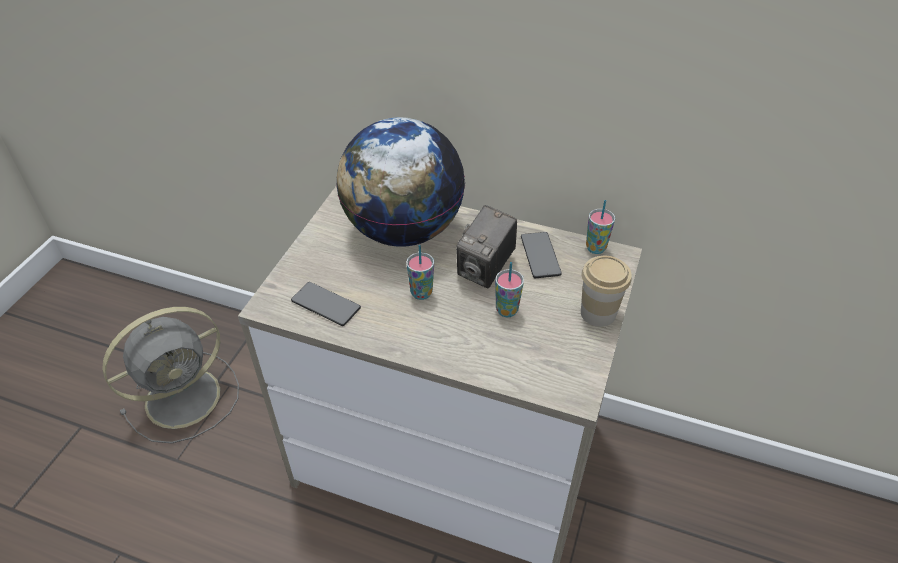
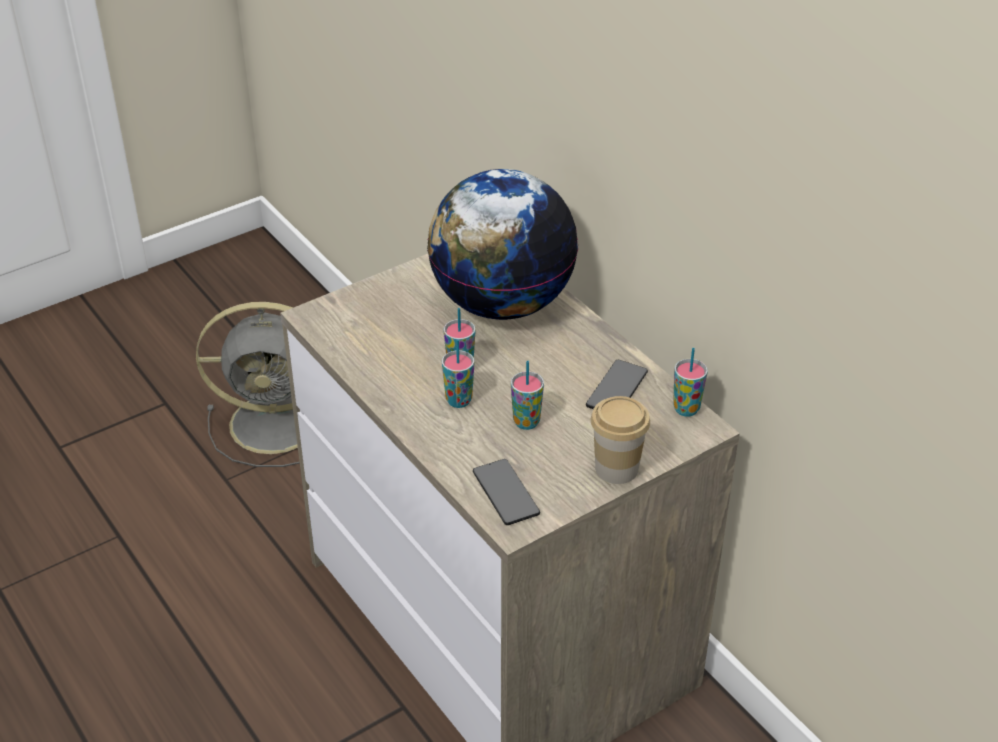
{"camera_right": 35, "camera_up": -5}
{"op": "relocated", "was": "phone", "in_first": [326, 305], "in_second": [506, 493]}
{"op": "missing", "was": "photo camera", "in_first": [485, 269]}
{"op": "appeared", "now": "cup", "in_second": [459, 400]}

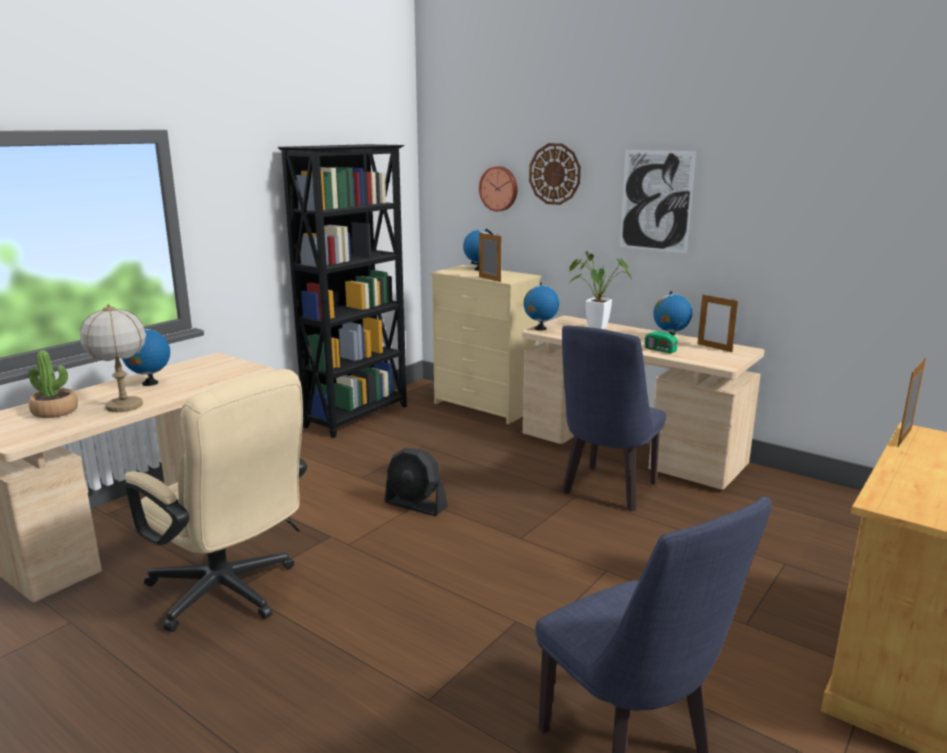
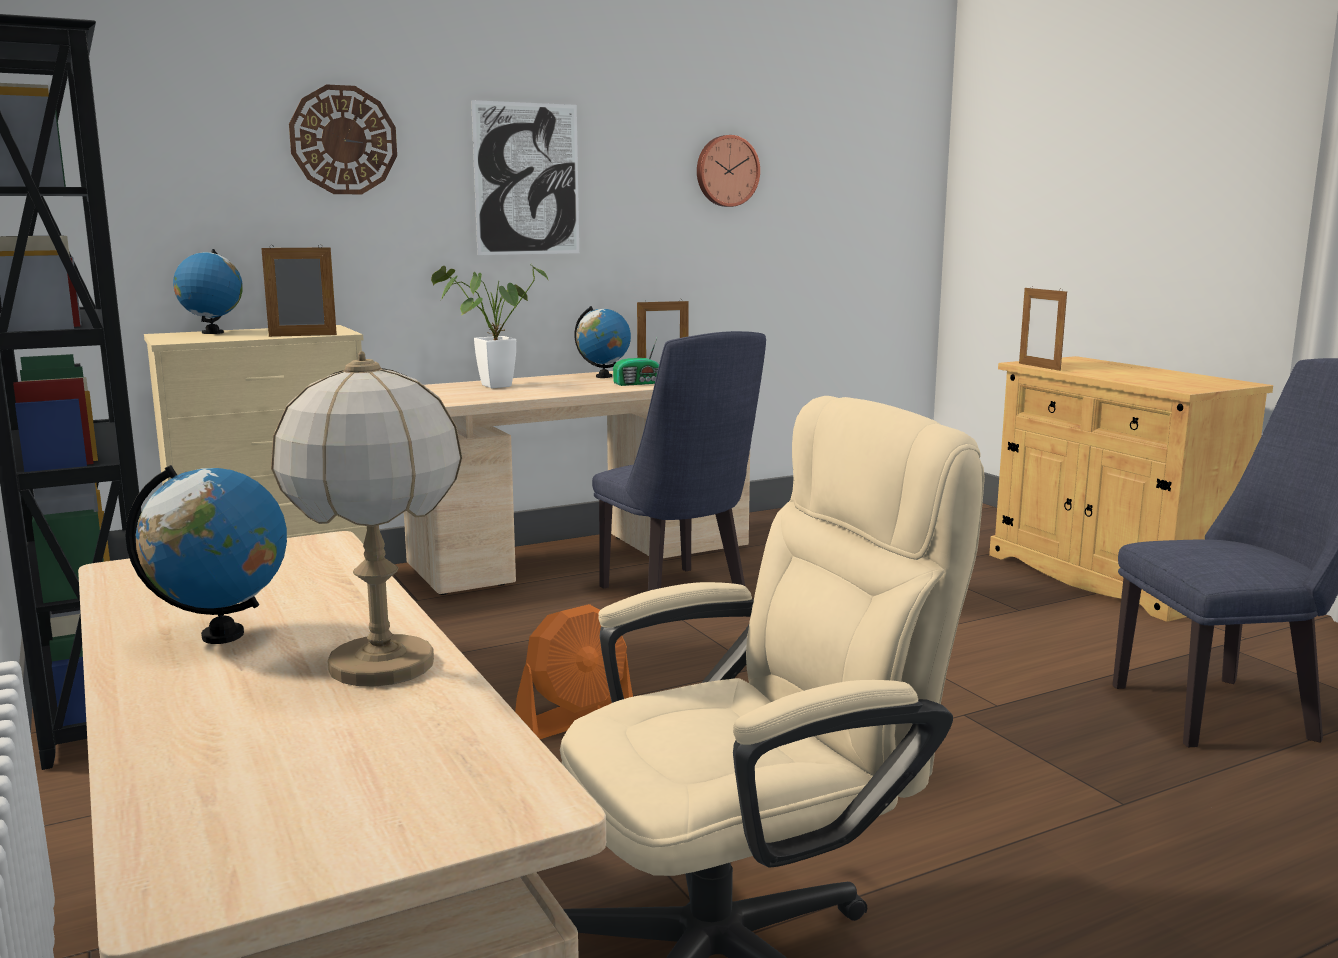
{"camera_right": -65, "camera_up": -5}
{"op": "missing", "was": "potted plant", "in_first": [55, 411]}
{"op": "colour", "was": "fan (black)", "now": "fan (orange)", "in_first": [415, 505], "in_second": [576, 718]}
{"op": "relocated", "was": "wall clock", "in_first": [499, 188], "in_second": [726, 171]}
{"op": "missing", "was": "globe", "in_first": [540, 329]}

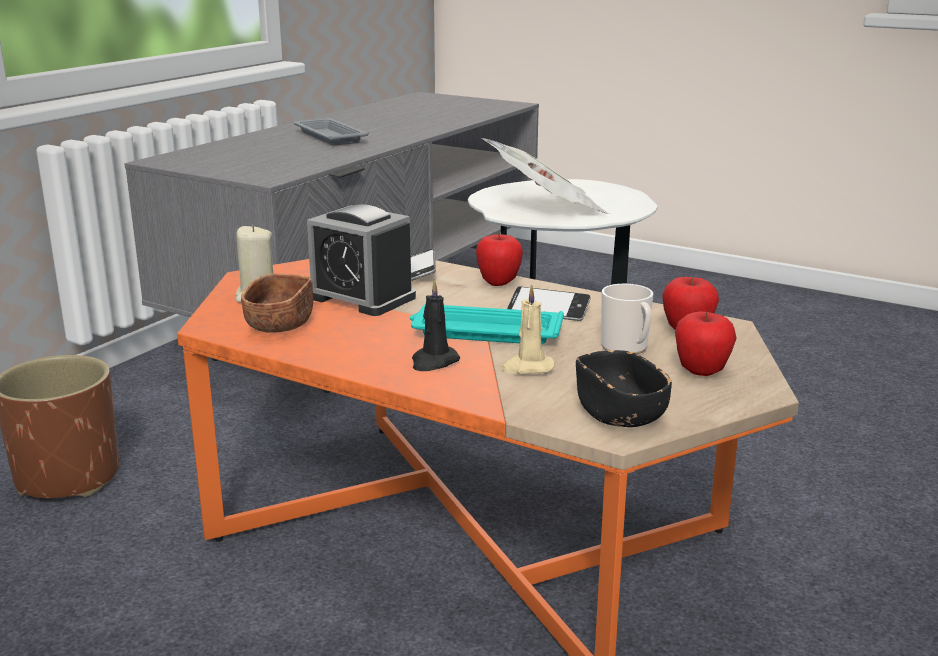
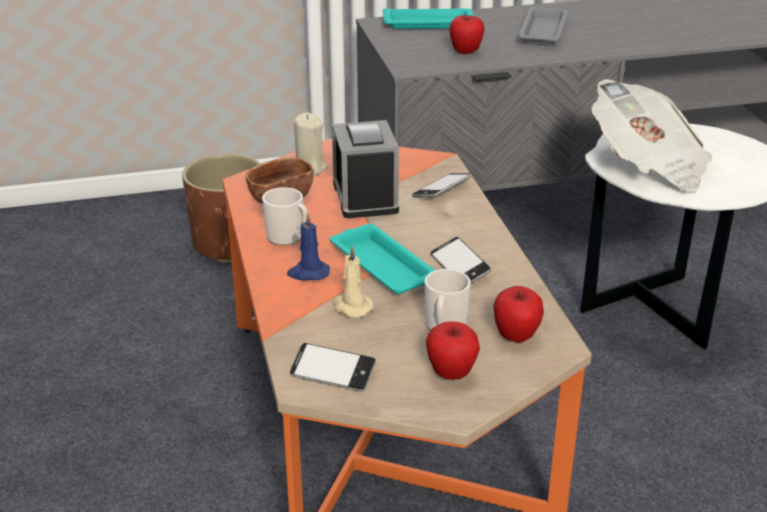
{"camera_right": 45, "camera_up": 10}
{"op": "colour", "was": "candle (black)", "now": "candle (blue)", "in_first": [434, 362], "in_second": [308, 273]}
{"op": "relocated", "was": "apple", "in_first": [499, 283], "in_second": [465, 52]}
{"op": "exchanged", "was": "bowl (black)", "now": "phone", "in_first": [620, 414], "in_second": [332, 373]}
{"op": "appeared", "now": "mug", "in_second": [288, 238]}
{"op": "appeared", "now": "tray (turquoise)", "in_second": [430, 24]}

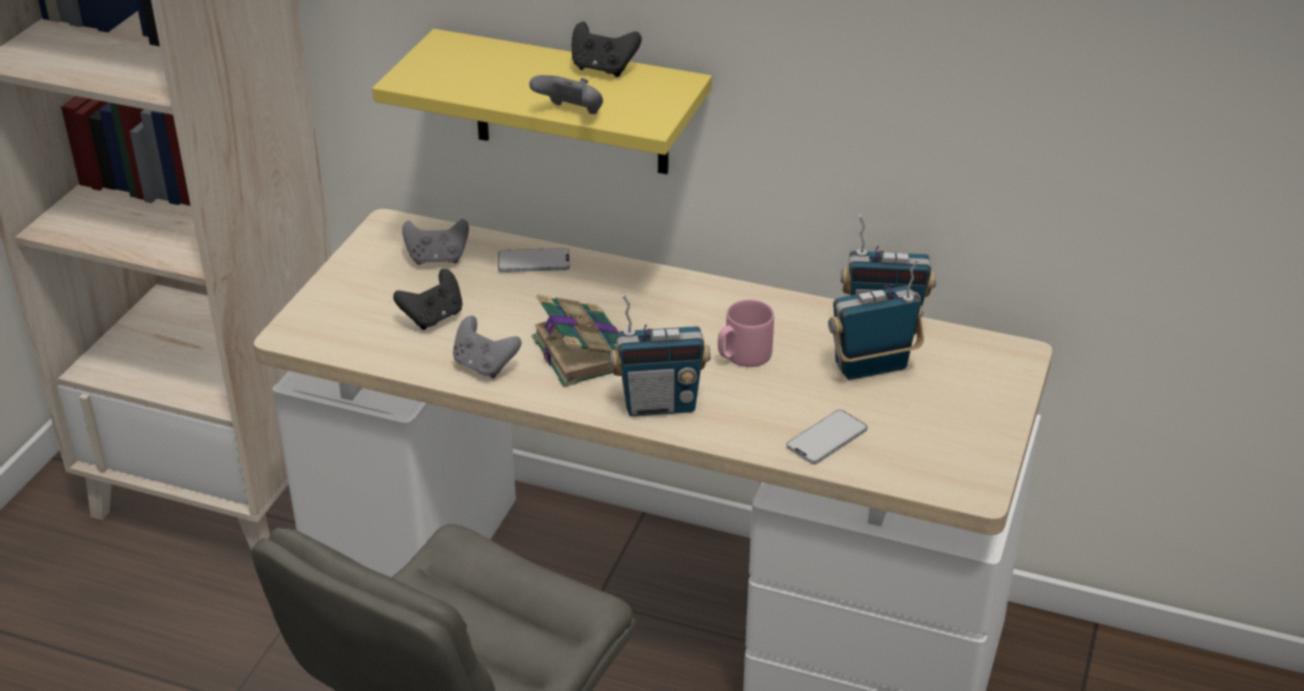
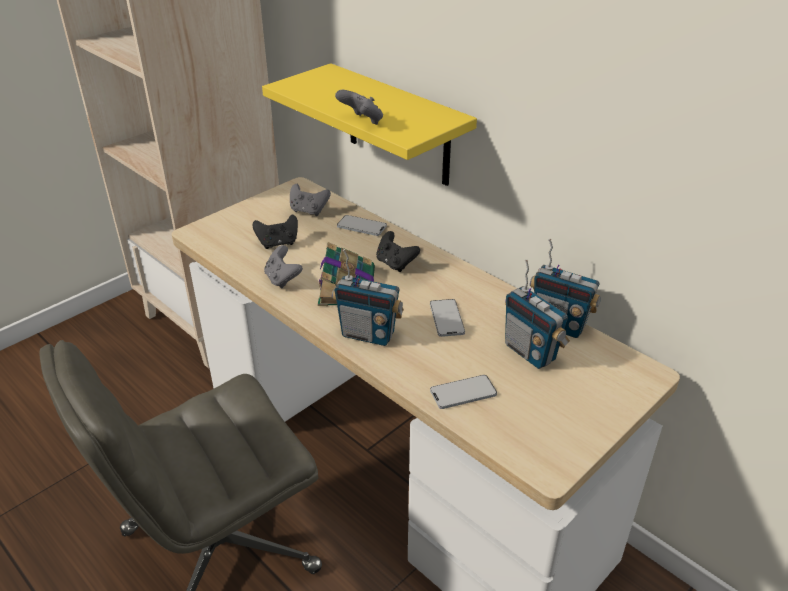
{"camera_right": 25, "camera_up": 0}
{"op": "relocated", "was": "game controller (black)", "in_first": [603, 69], "in_second": [395, 264]}
{"op": "exchanged", "was": "mug (pink)", "now": "phone", "in_first": [743, 356], "in_second": [446, 318]}
{"op": "spun", "was": "radio", "in_first": [871, 368], "in_second": [530, 352], "clockwise": -135}

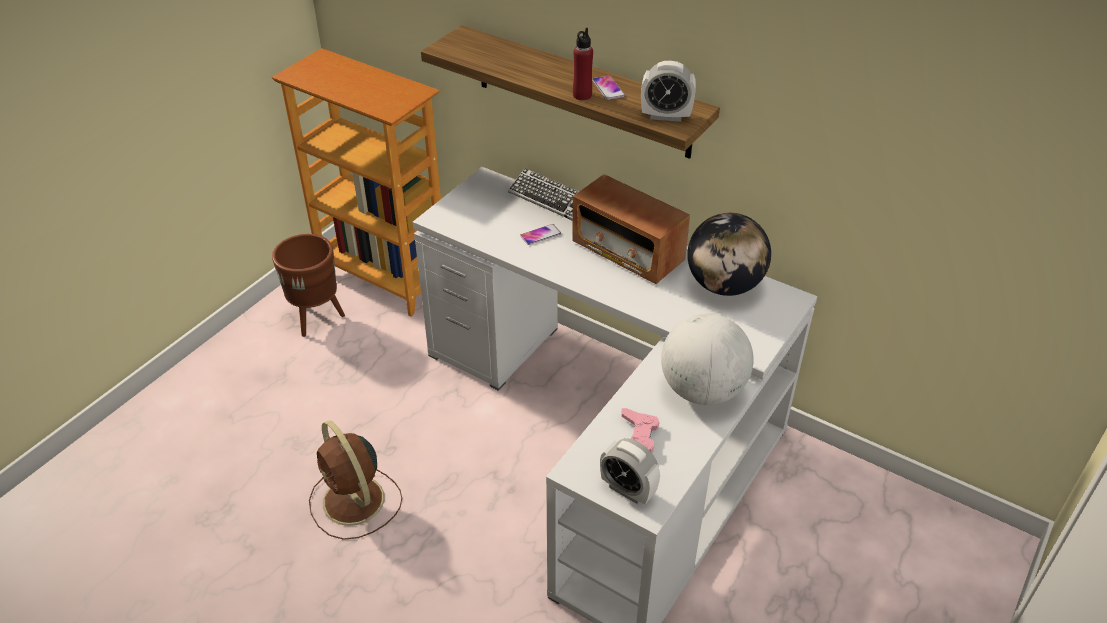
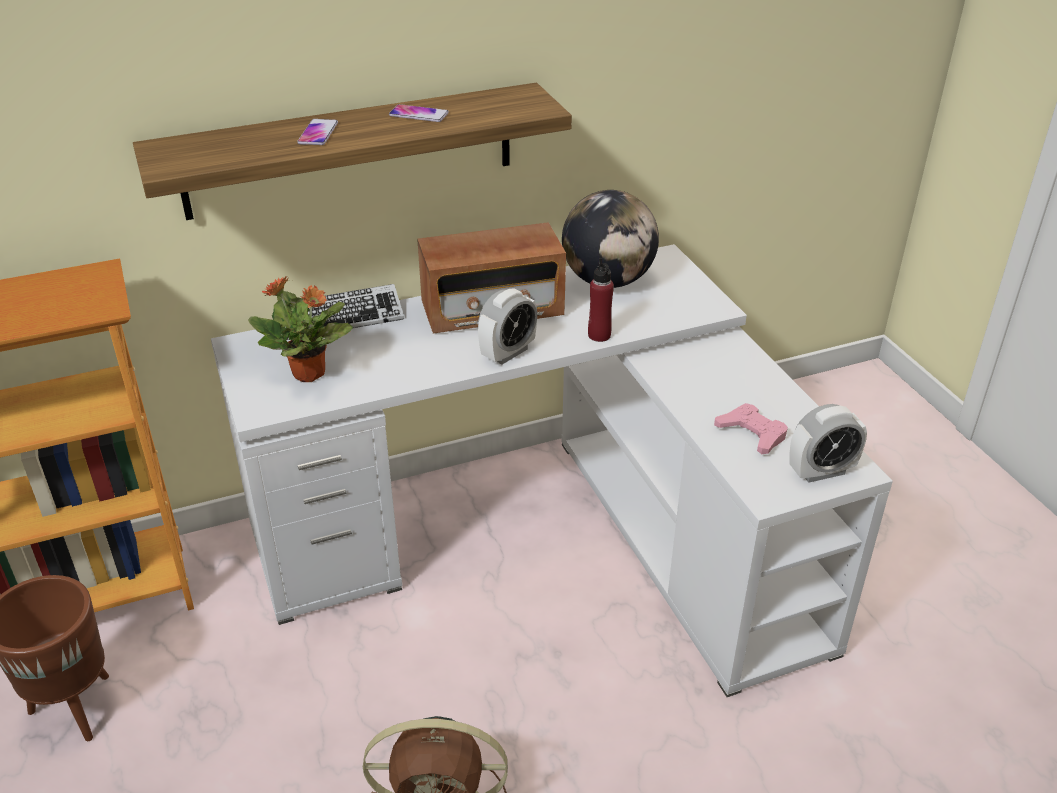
{"camera_right": -55, "camera_up": -5}
{"op": "relocated", "was": "phone", "in_first": [540, 235], "in_second": [318, 133]}
{"op": "relocated", "was": "bottle (red)", "in_first": [582, 95], "in_second": [599, 335]}
{"op": "relocated", "was": "alarm clock", "in_first": [666, 116], "in_second": [508, 353]}
{"op": "missing", "was": "globe", "in_first": [702, 390]}
{"op": "appeared", "now": "potted plant", "in_second": [310, 374]}

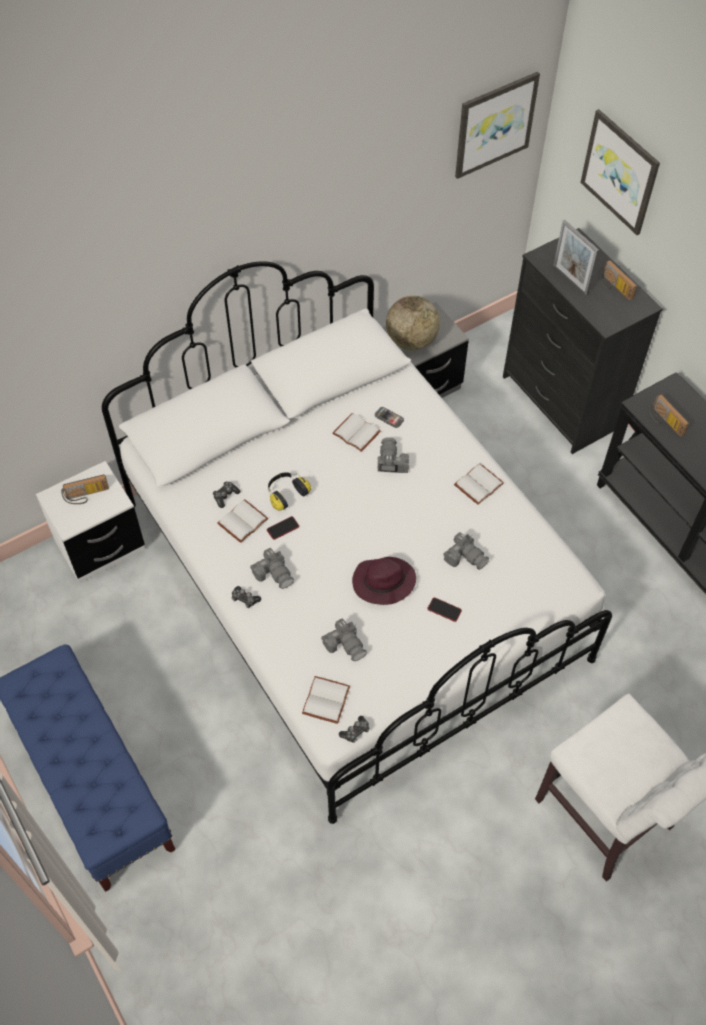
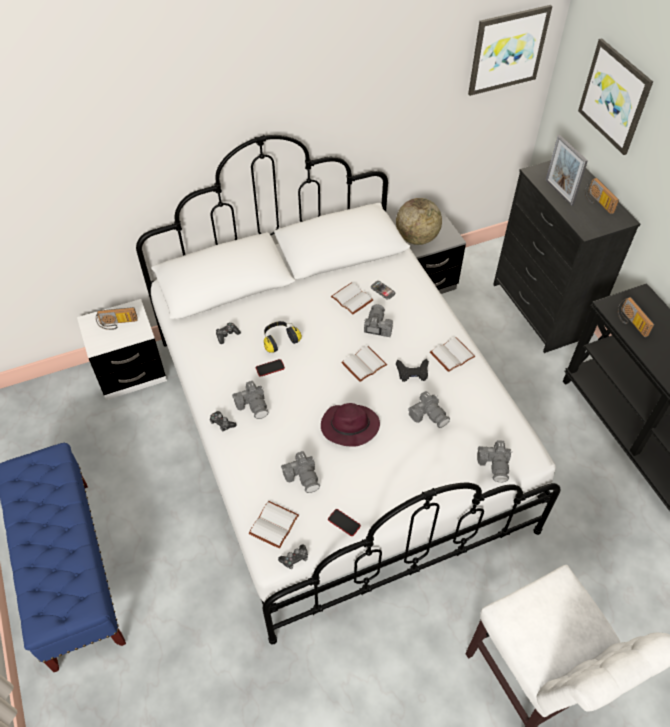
{"camera_right": 10, "camera_up": -5}
{"op": "relocated", "was": "book (white)", "in_first": [243, 523], "in_second": [364, 365]}
{"op": "relocated", "was": "phone", "in_first": [444, 610], "in_second": [344, 522]}
{"op": "appeared", "now": "game controller (black)", "in_second": [412, 372]}
{"op": "appeared", "now": "photo camera", "in_second": [495, 465]}

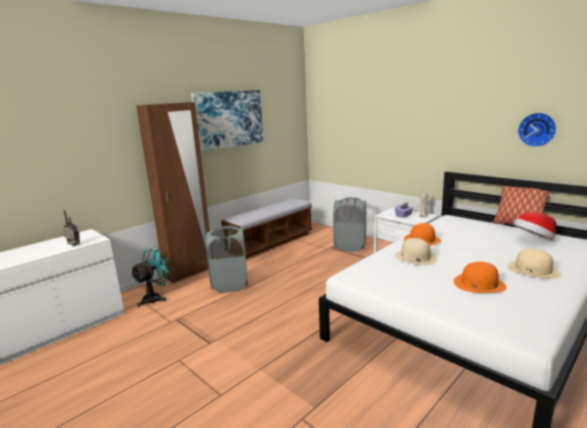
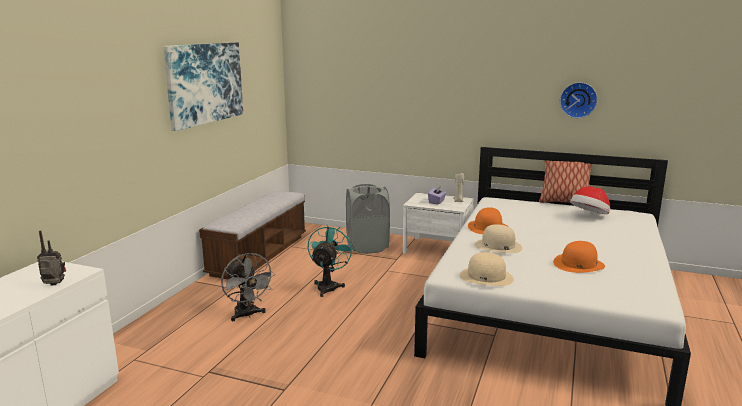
{"camera_right": -25, "camera_up": 0}
{"op": "relocated", "was": "fan (turquoise)", "in_first": [156, 298], "in_second": [328, 286]}
{"op": "missing", "was": "wardrobe (brown)", "in_first": [189, 272]}
{"op": "exchanged", "was": "laundry basket (grey)", "now": "fan (grey)", "in_first": [230, 284], "in_second": [247, 315]}
{"op": "relocated", "was": "hat (beige)", "in_first": [533, 270], "in_second": [486, 277]}

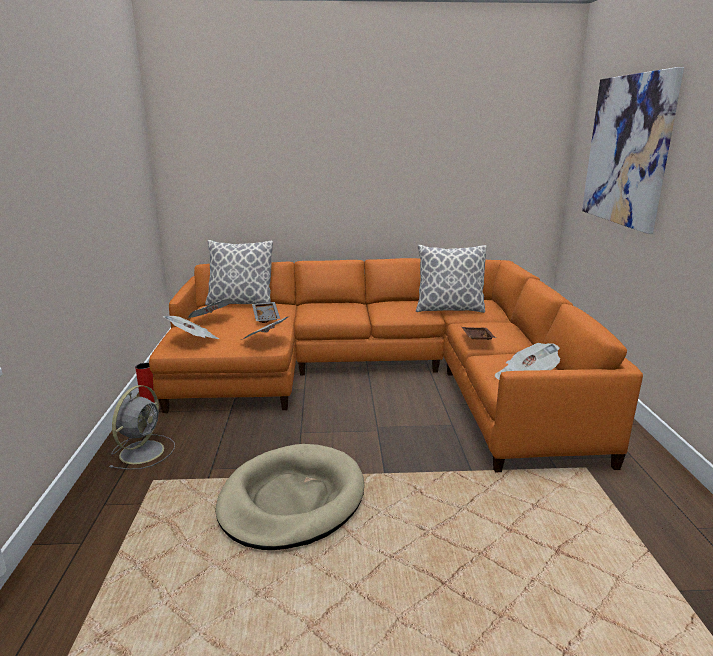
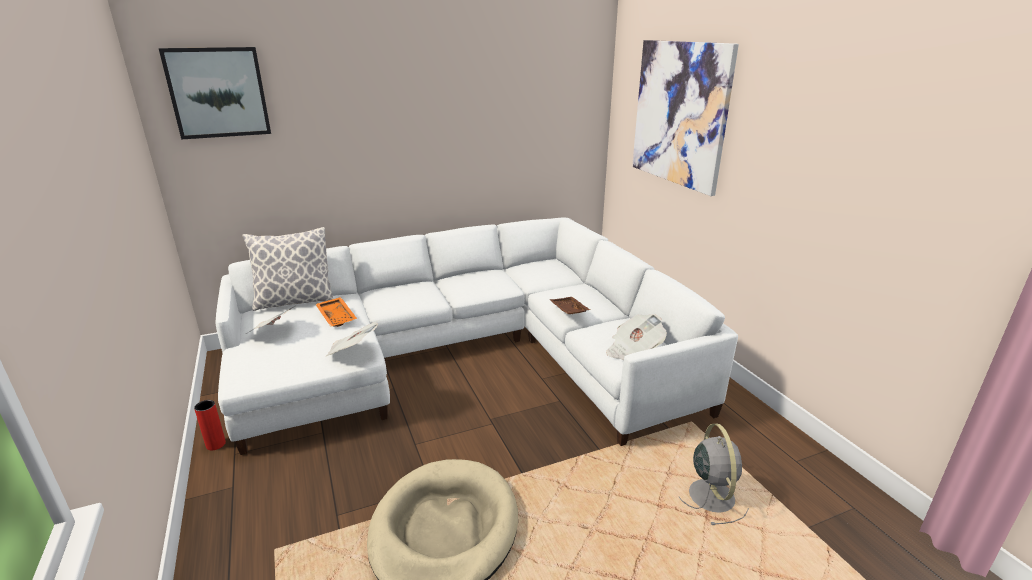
{"camera_right": -20, "camera_up": 5}
{"op": "relocated", "was": "fan (grey)", "in_first": [143, 451], "in_second": [710, 494]}
{"op": "colour", "was": "sofa (orange)", "now": "sofa (white)", "in_first": [380, 375], "in_second": [466, 356]}
{"op": "missing", "was": "newspaper", "in_first": [193, 340]}
{"op": "colour", "was": "tray (grey)", "now": "tray (orange)", "in_first": [267, 317], "in_second": [337, 317]}
{"op": "missing", "was": "pillow", "in_first": [449, 309]}
{"op": "appeared", "now": "picture", "in_second": [218, 92]}

